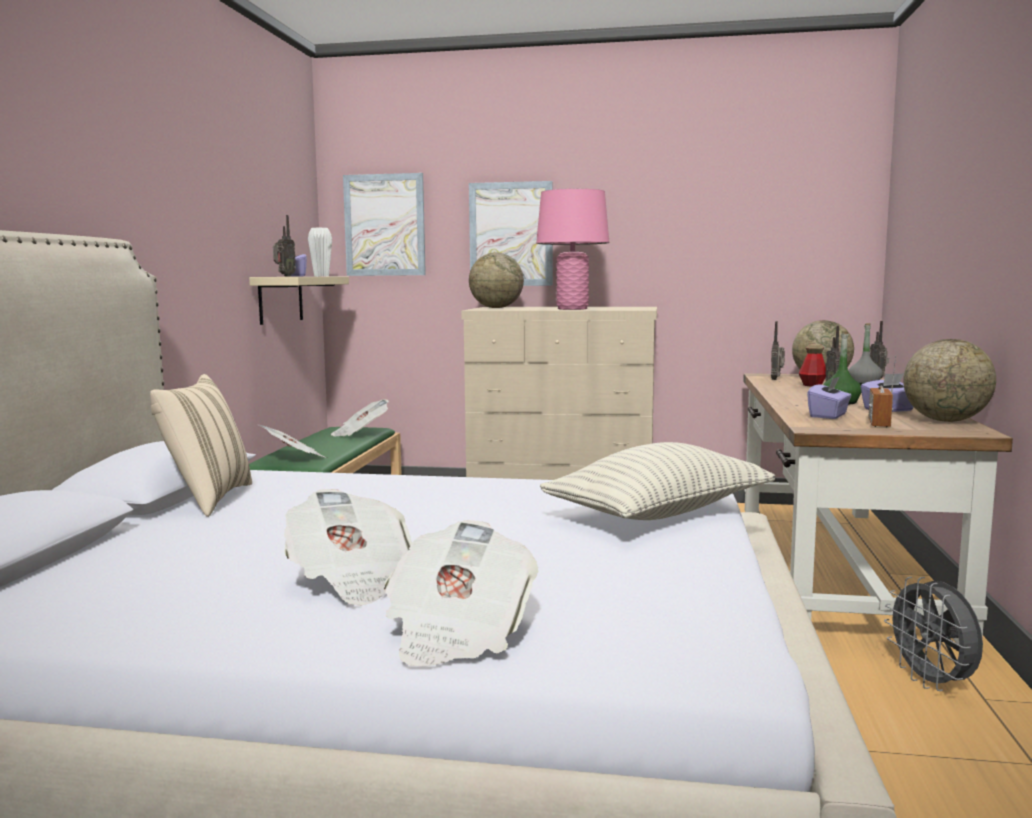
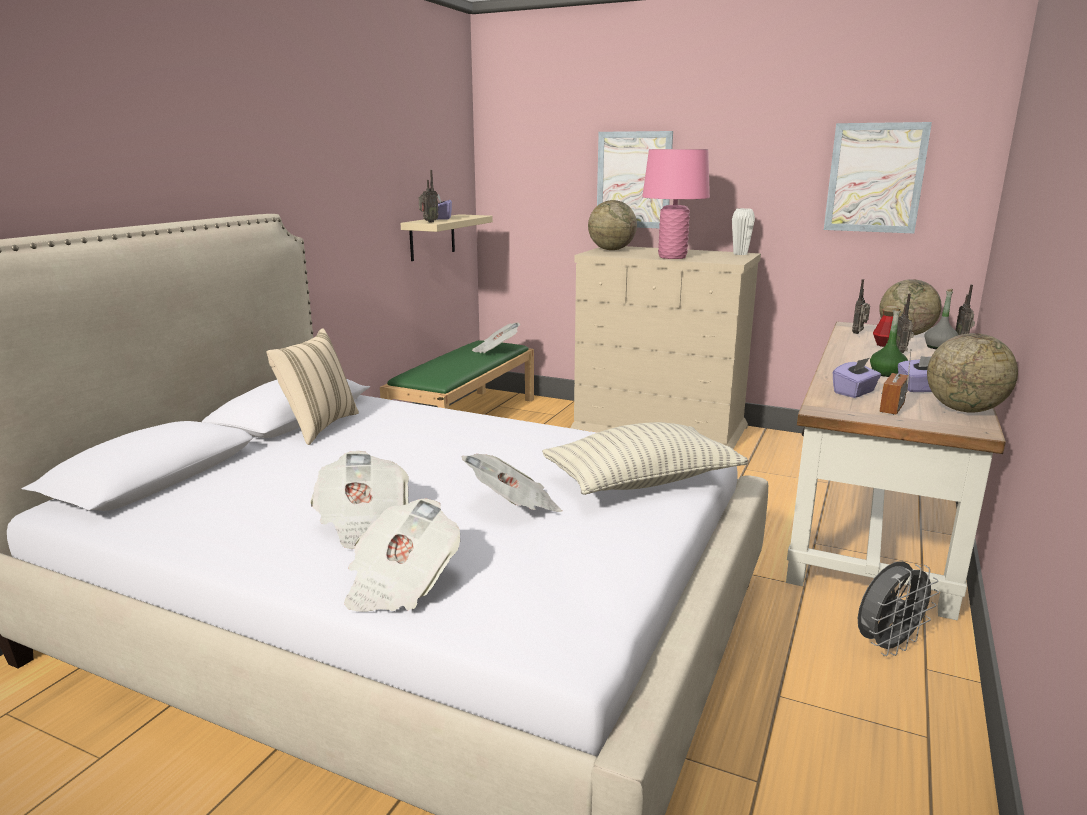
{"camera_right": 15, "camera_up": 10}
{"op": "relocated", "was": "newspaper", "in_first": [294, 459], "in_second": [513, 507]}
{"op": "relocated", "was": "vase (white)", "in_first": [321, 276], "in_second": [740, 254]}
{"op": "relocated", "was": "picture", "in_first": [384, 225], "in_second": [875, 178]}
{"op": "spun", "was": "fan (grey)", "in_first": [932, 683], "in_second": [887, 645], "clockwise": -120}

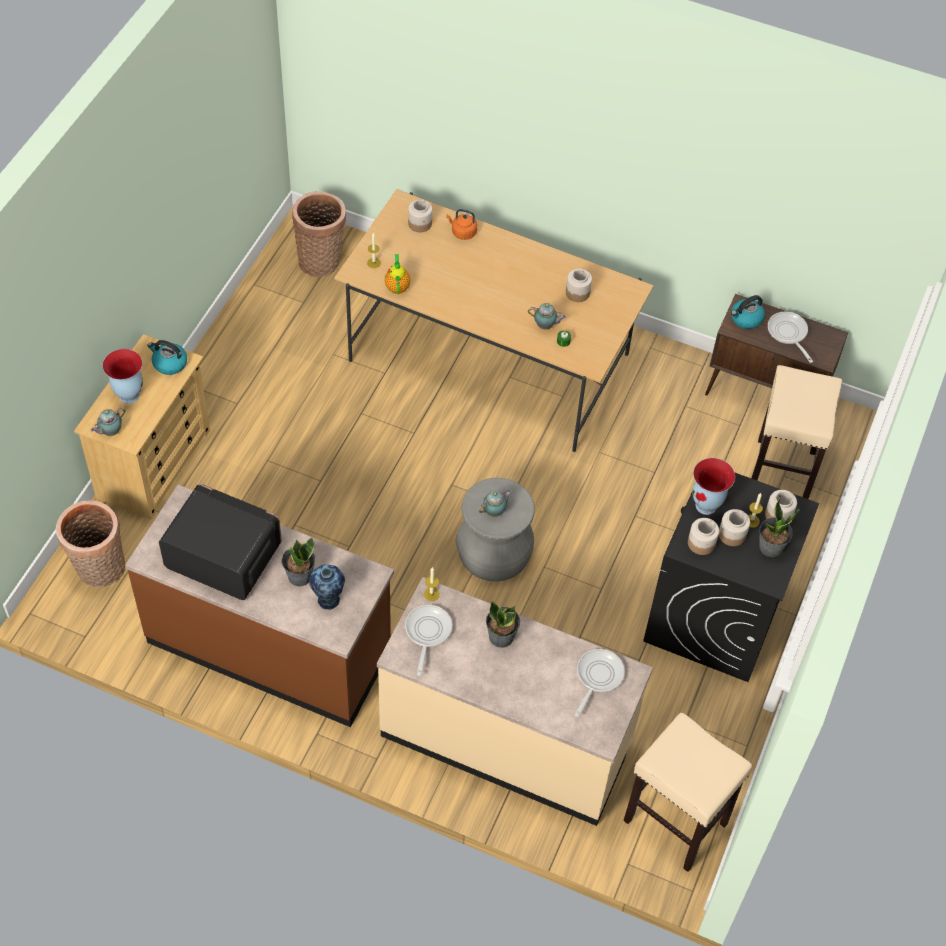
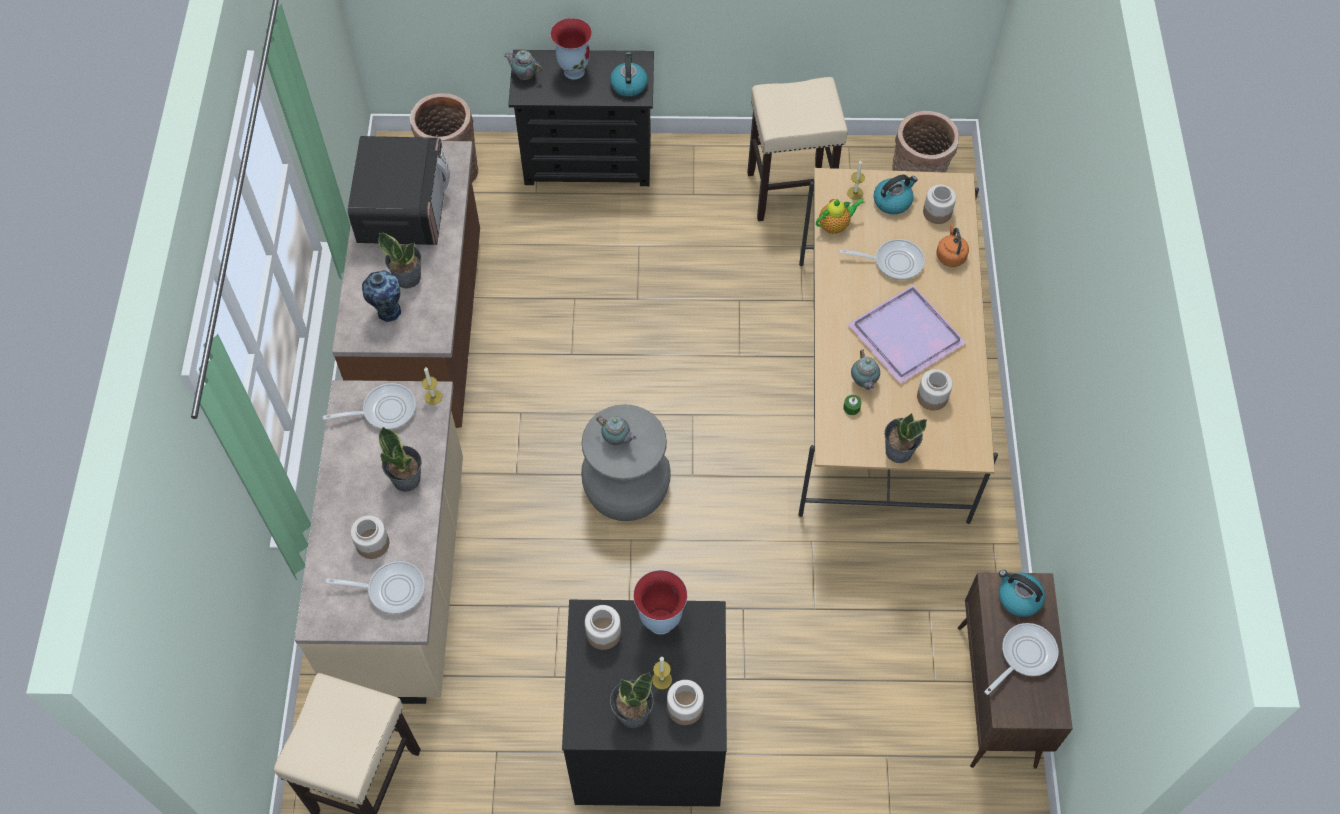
{"camera_right": 70, "camera_up": 5}
{"op": "colour", "was": "dresser (beige)", "now": "dresser (black)", "in_first": [154, 463], "in_second": [589, 160]}
{"op": "relocated", "was": "jar", "in_first": [731, 535], "in_second": [372, 543]}
{"op": "relocated", "was": "stool (beige)", "in_first": [781, 471], "in_second": [790, 192]}
{"op": "appeared", "now": "frying pan", "in_second": [894, 262]}
{"op": "appeared", "now": "tray (purple)", "in_second": [908, 335]}
{"op": "appeared", "now": "kettle", "in_second": [892, 201]}
{"op": "appeared", "now": "potted plant", "in_second": [898, 450]}

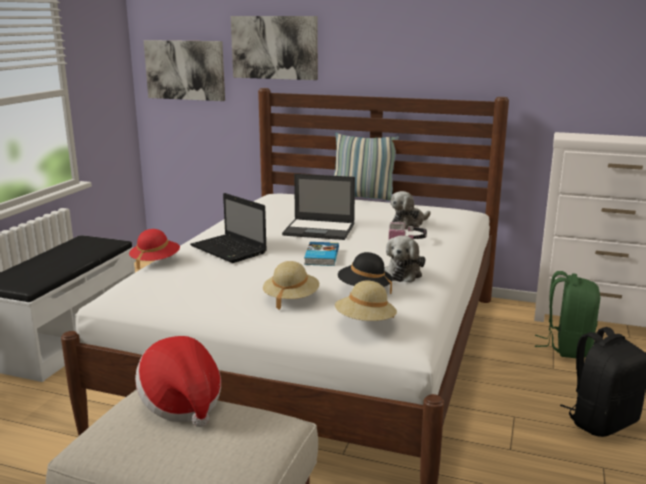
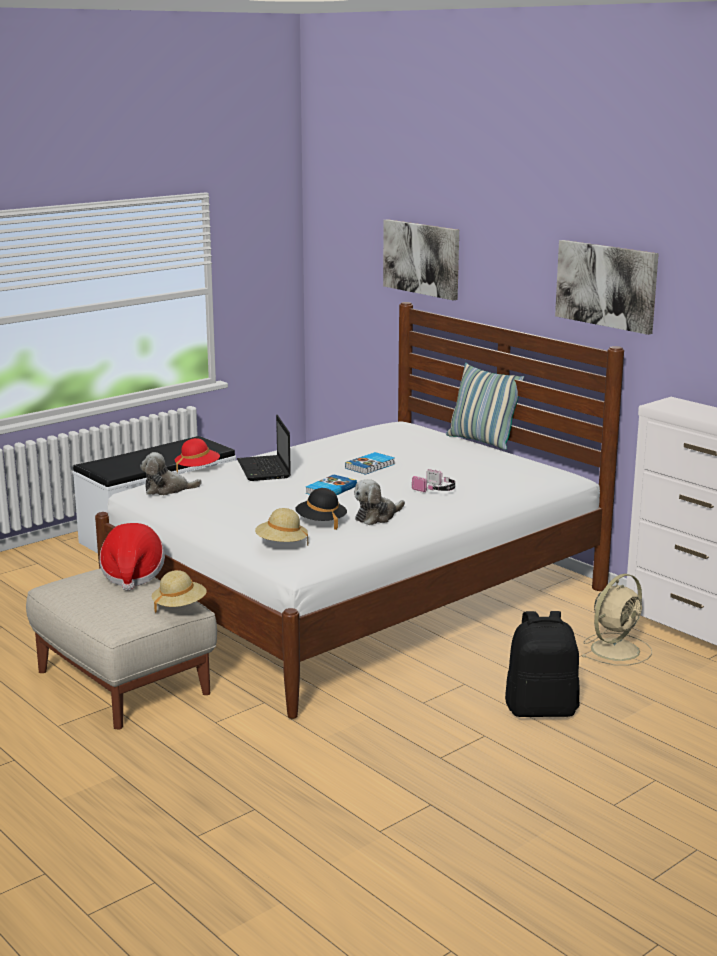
{"camera_right": 30, "camera_up": 0}
{"op": "relocated", "was": "picture", "in_first": [185, 70], "in_second": [606, 285]}
{"op": "relocated", "was": "hat (beige)", "in_first": [291, 298], "in_second": [179, 606]}
{"op": "exchanged", "was": "laptop", "now": "book", "in_first": [320, 230], "in_second": [371, 466]}
{"op": "relocated", "was": "plush toy", "in_first": [408, 223], "in_second": [167, 489]}
{"op": "exchanged", "was": "backpack (green)", "now": "fan (beige)", "in_first": [567, 347], "in_second": [616, 649]}

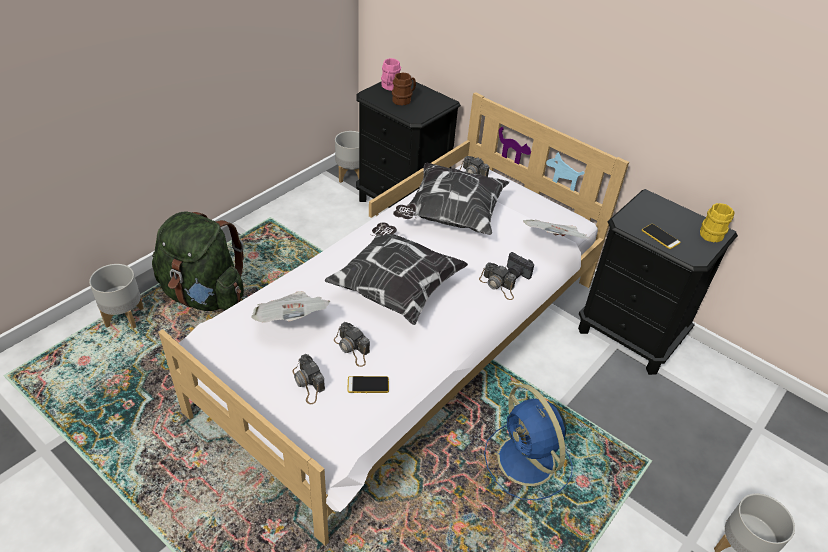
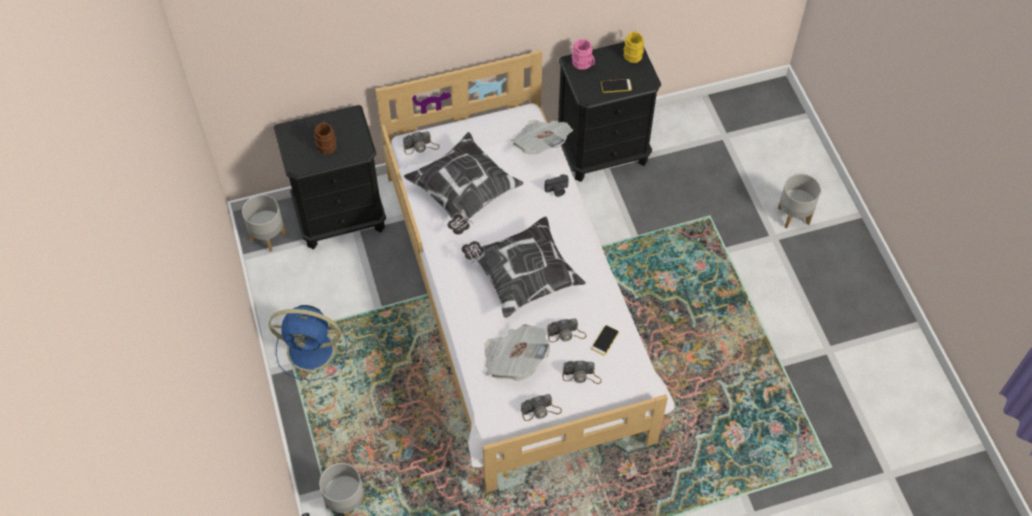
{"camera_right": -55, "camera_up": 15}
{"op": "missing", "was": "backpack (green)", "in_first": [204, 295]}
{"op": "relocated", "was": "mug (pink)", "in_first": [390, 87], "in_second": [583, 64]}
{"op": "relocated", "was": "photo camera", "in_first": [498, 286], "in_second": [541, 410]}
{"op": "relocated", "was": "fan (blue)", "in_first": [527, 462], "in_second": [313, 350]}

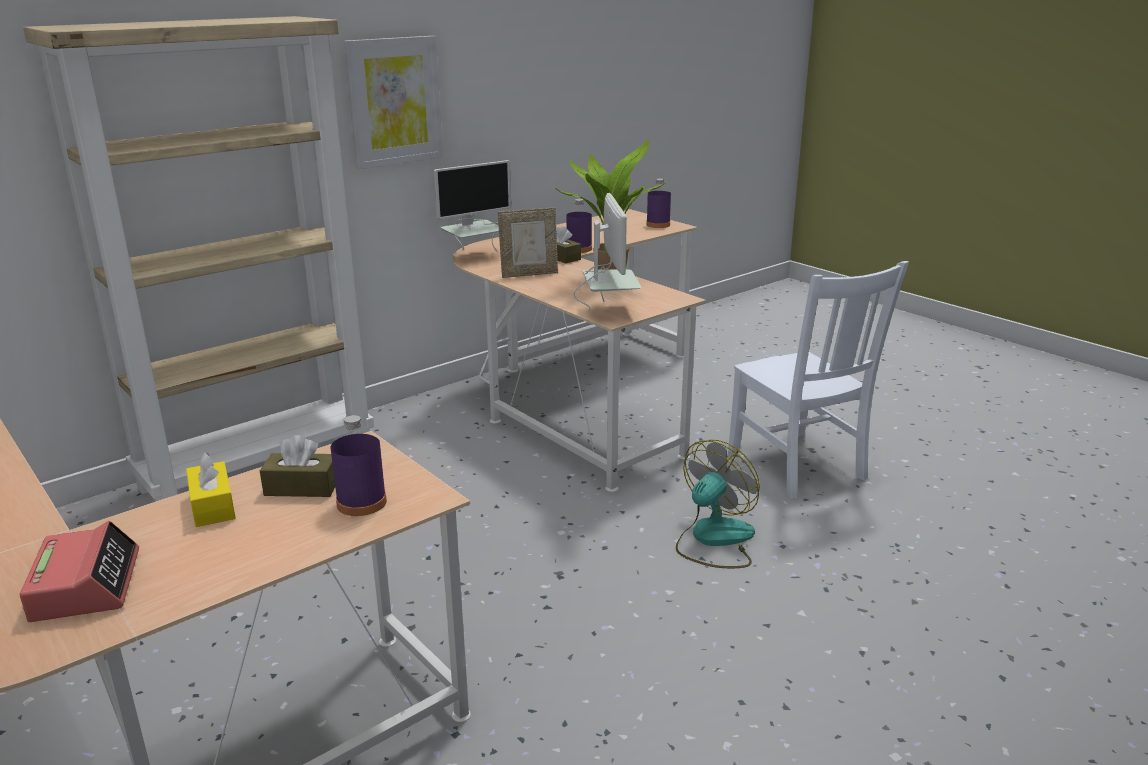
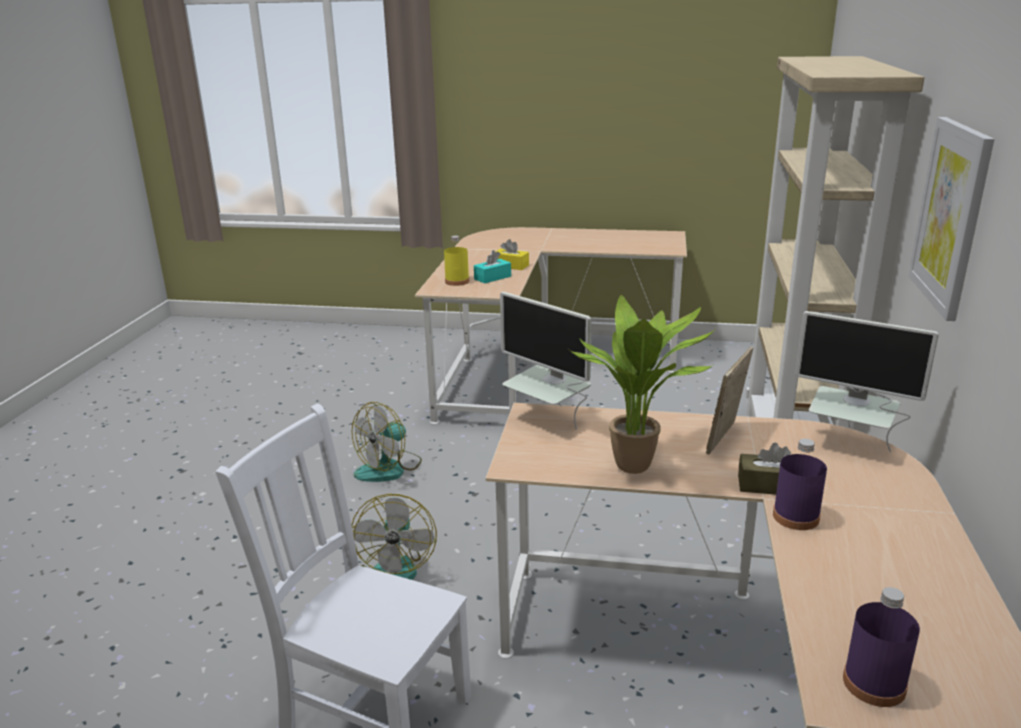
{"camera_right": 140, "camera_up": 0}
{"op": "missing", "was": "alarm clock", "in_first": [86, 585]}
{"op": "colour", "was": "tissue box (brown)", "now": "tissue box (turquoise)", "in_first": [302, 487], "in_second": [492, 278]}
{"op": "colour", "was": "bottle (purple)", "now": "bottle (yellow)", "in_first": [361, 503], "in_second": [457, 281]}
{"op": "spun", "was": "monitor", "in_first": [474, 256], "in_second": [849, 443], "clockwise": -75}
{"op": "appeared", "now": "fan", "in_second": [389, 468]}

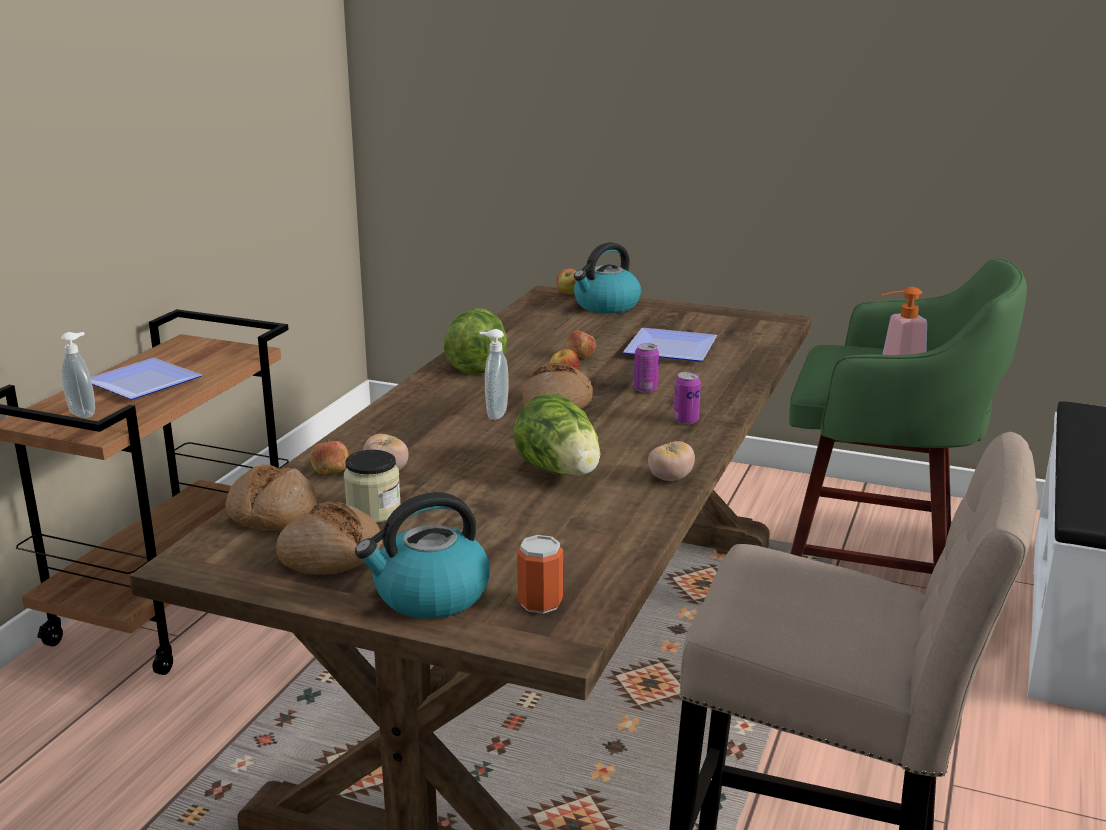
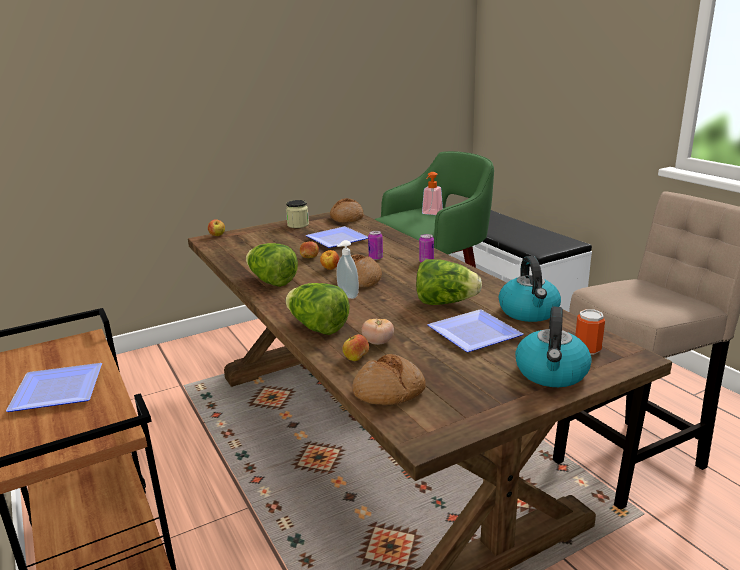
{"camera_right": -50, "camera_up": 0}
{"op": "missing", "was": "soap dispenser", "in_first": [84, 413]}
{"op": "relocated", "was": "bread", "in_first": [330, 554], "in_second": [347, 218]}
{"op": "relocated", "was": "jar", "in_first": [373, 512], "in_second": [298, 225]}
{"op": "relocated", "was": "kettle", "in_first": [606, 306], "in_second": [529, 312]}
{"op": "missing", "was": "tomato", "in_first": [670, 478]}
{"op": "appeared", "now": "lettuce", "in_second": [317, 327]}
{"op": "appeared", "now": "plate", "in_second": [473, 335]}

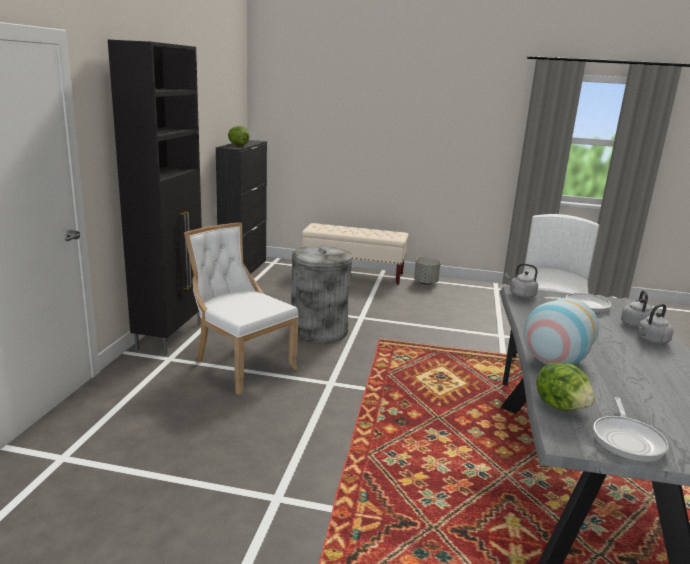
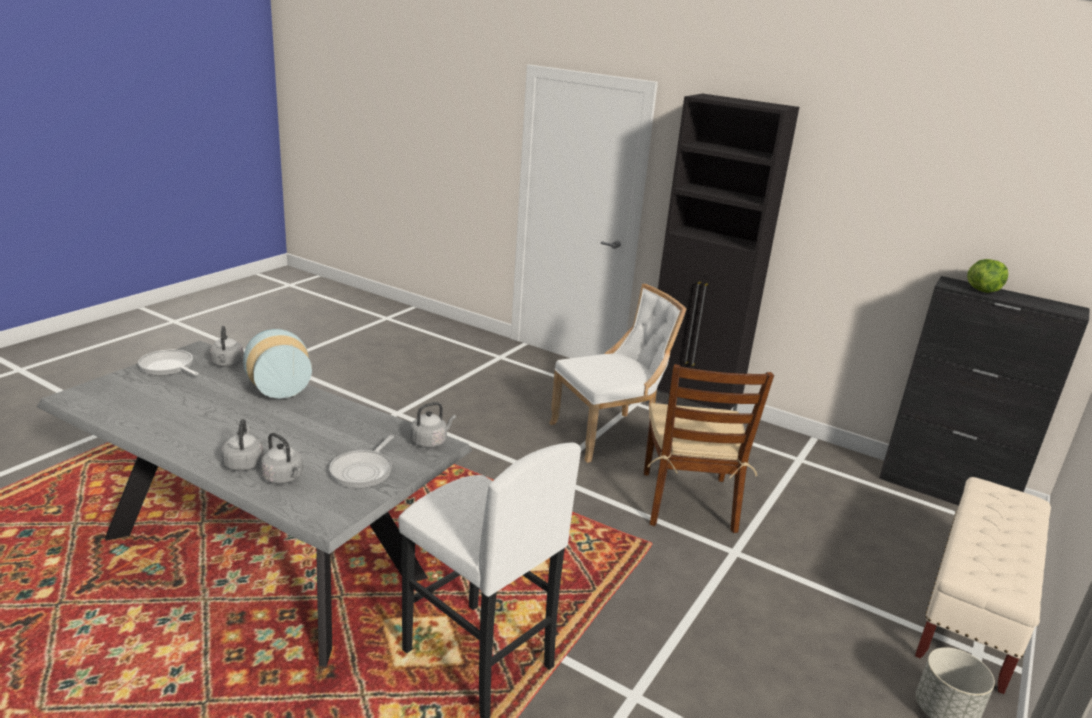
{"camera_right": 110, "camera_up": 5}
{"op": "exchanged", "was": "trash can (grey)", "now": "chair (brown)", "in_first": [319, 331], "in_second": [688, 502]}
{"op": "exchanged", "was": "lettuce", "now": "kettle (grey)", "in_first": [561, 406], "in_second": [227, 364]}

